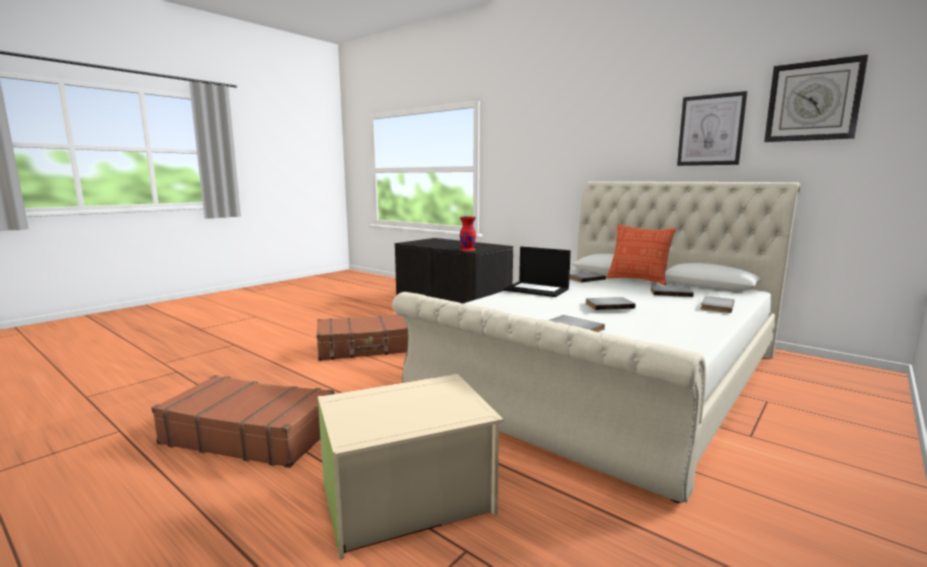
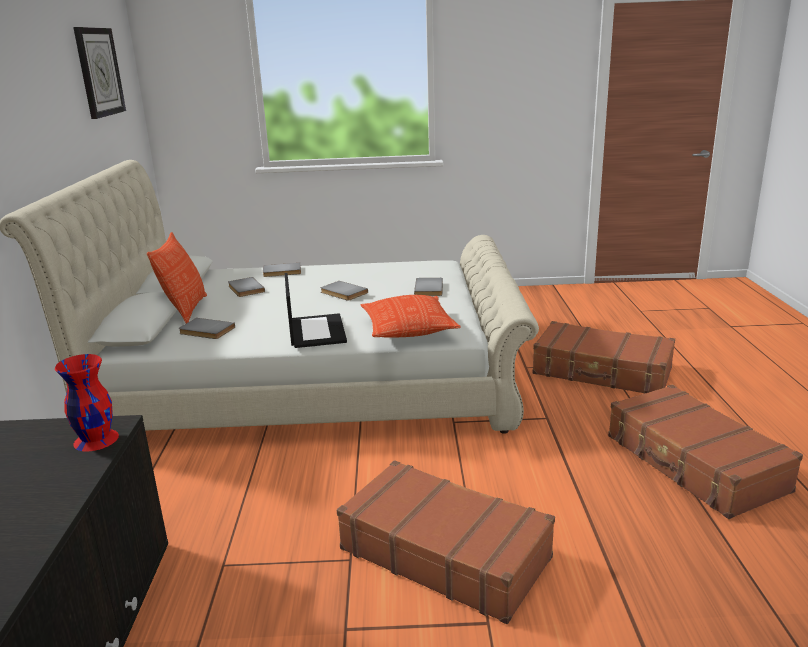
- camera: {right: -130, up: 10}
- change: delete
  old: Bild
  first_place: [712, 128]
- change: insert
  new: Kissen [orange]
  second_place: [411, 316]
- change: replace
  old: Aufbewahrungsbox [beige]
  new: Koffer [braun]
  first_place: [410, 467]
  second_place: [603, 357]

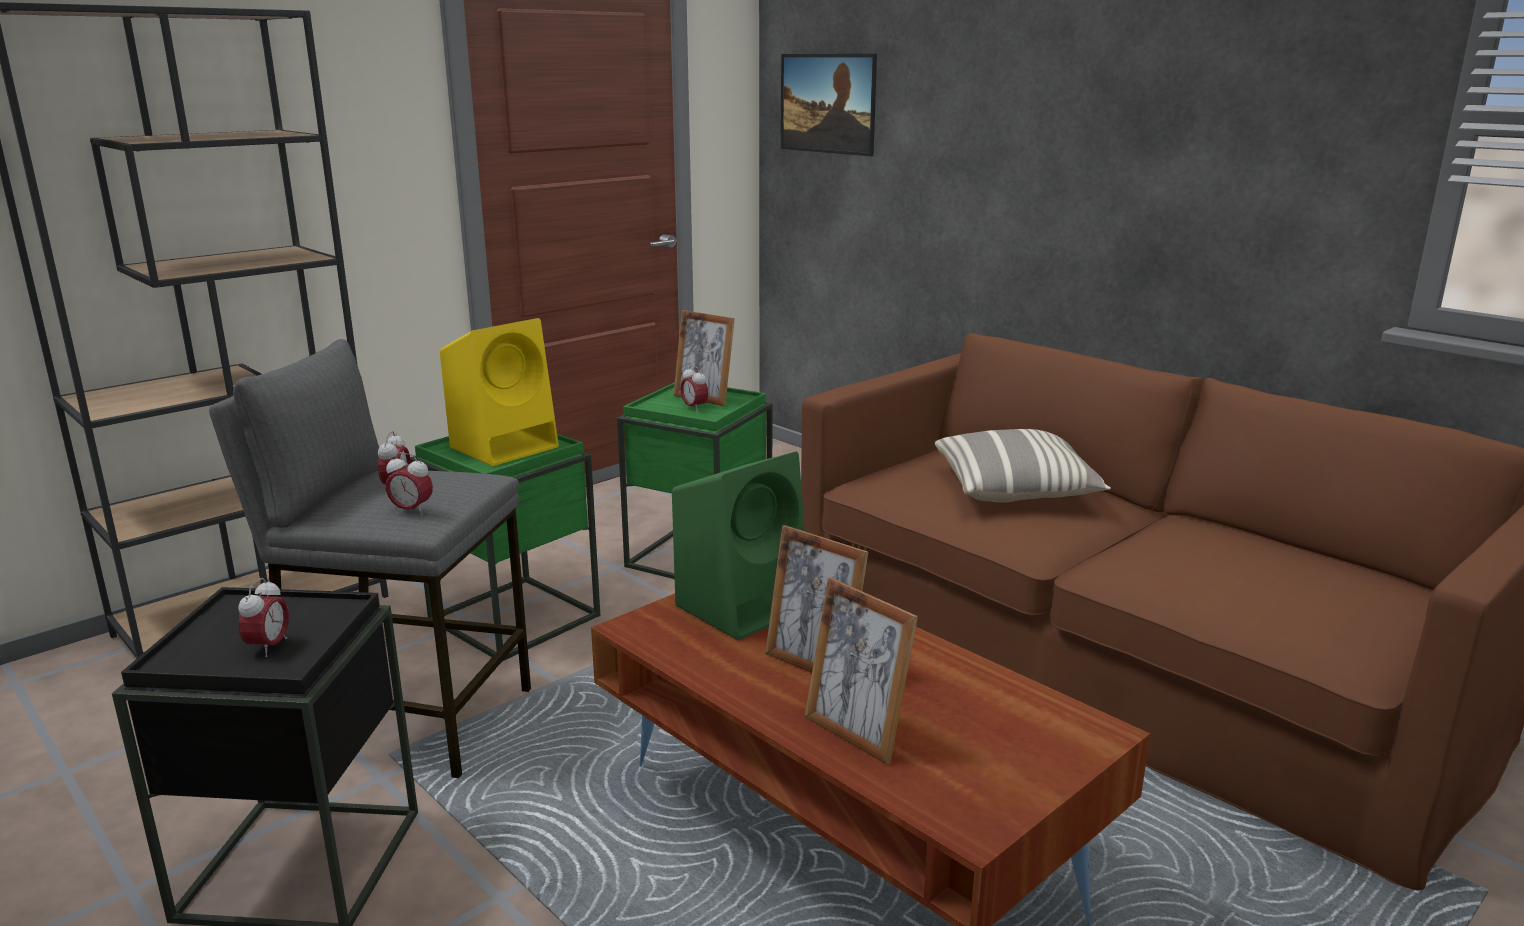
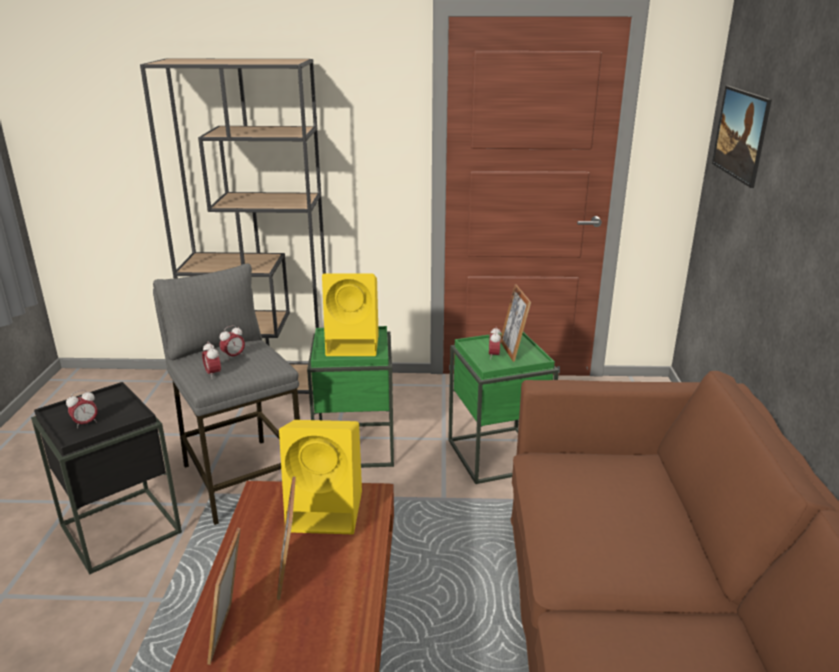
- camera: {right: 45, up: 5}
- change: delete
  old: Kissen
  first_place: [1023, 466]
- change: recolor
  old: Lautsprecher [grün]
  new: Lautsprecher [gelb]
  first_place: [738, 546]
  second_place: [320, 477]

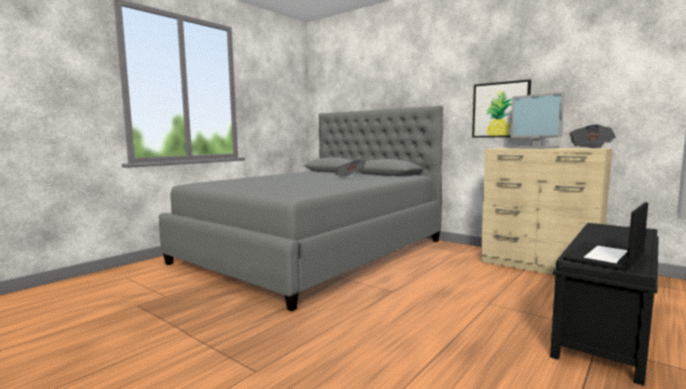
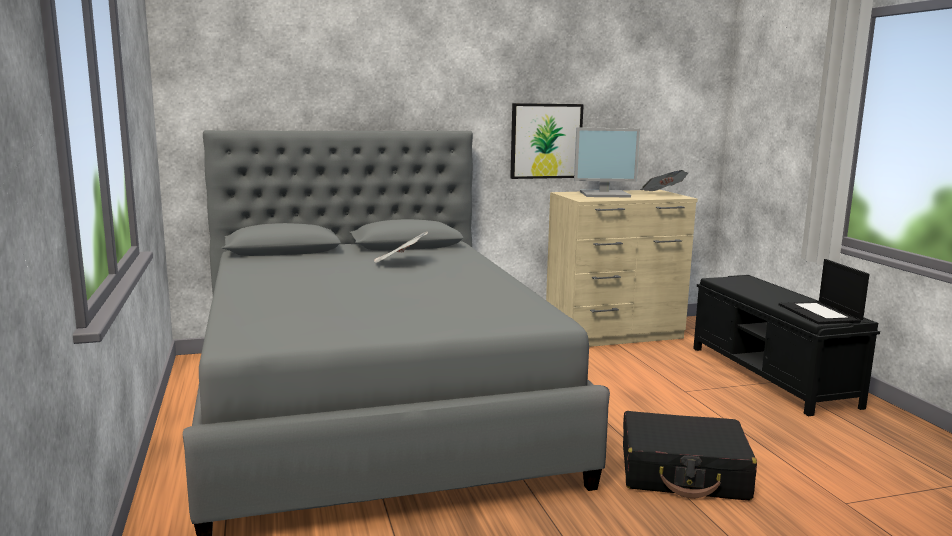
- camera: {right: -55, up: 5}
- change: insert
  new: Koffer [schwarz]
  second_place: [690, 455]

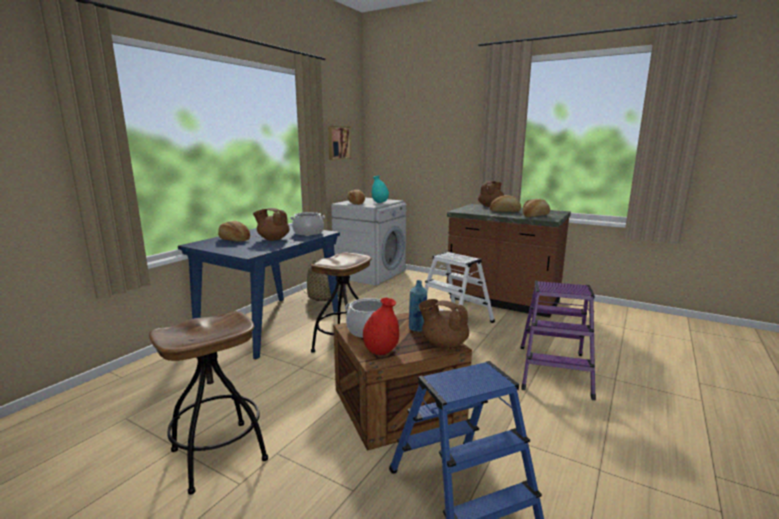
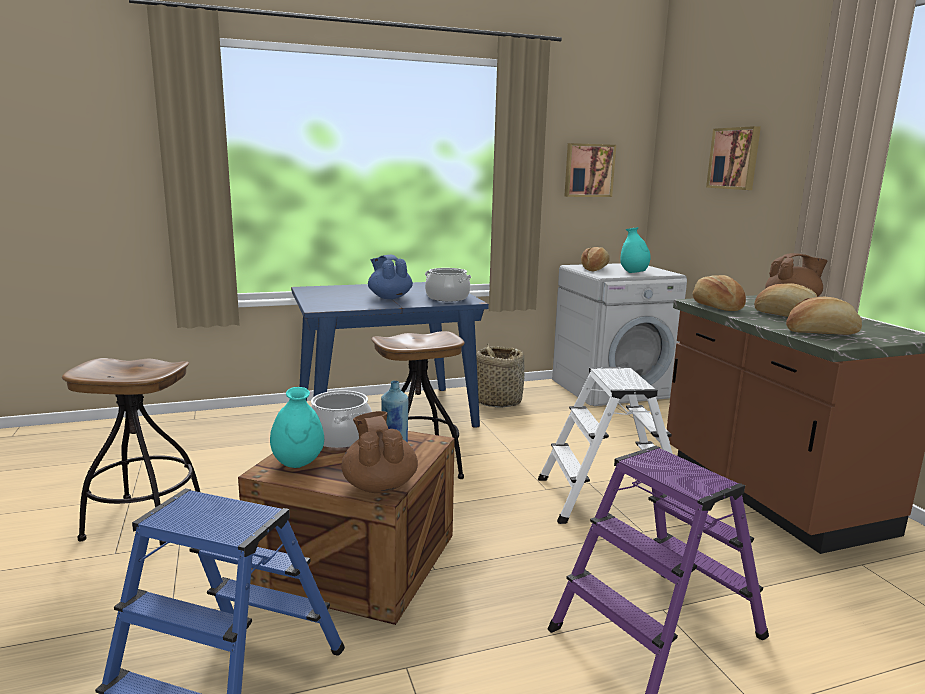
- camera: {right: 40, up: 0}
- change: insert
  new: Bild
  second_place: [733, 158]
- change: move
  old: Brot
  first_place: [234, 231]
  second_place: [719, 293]
- change: recolor
  old: Teekanne [braun]
  new: Teekanne [blau]
  first_place: [271, 224]
  second_place: [390, 277]
- change: recolor
  old: Vase [rot]
  new: Vase [türkis]
  first_place: [381, 326]
  second_place: [297, 427]

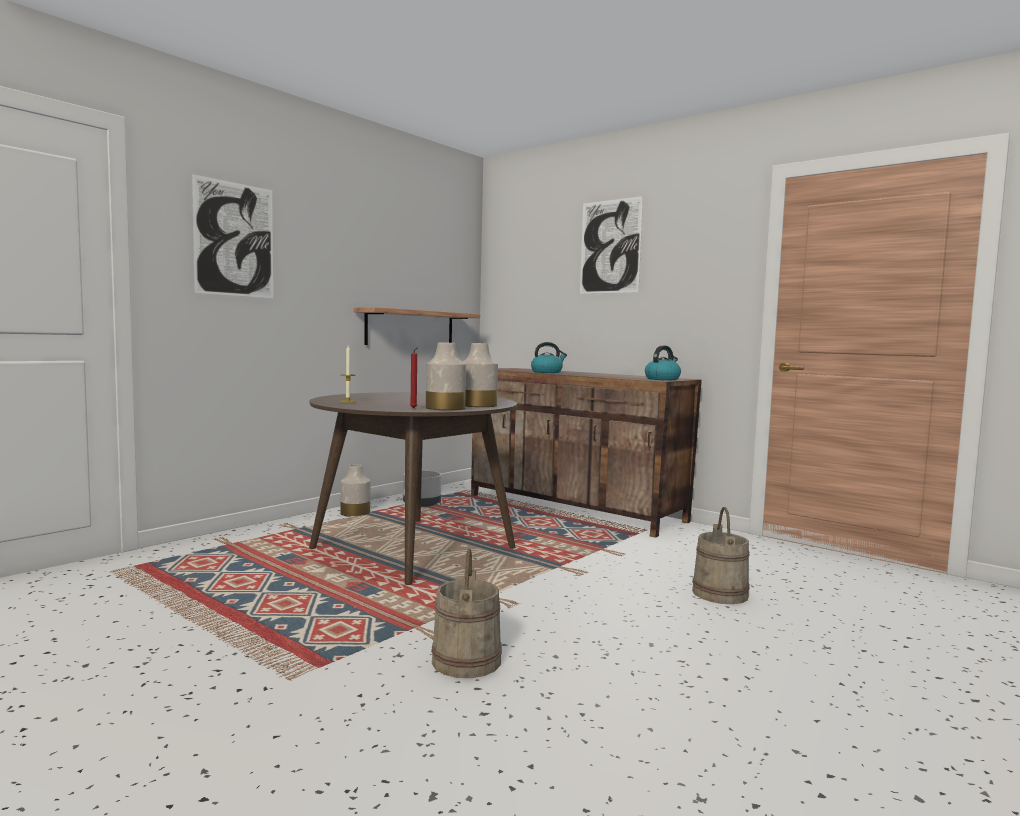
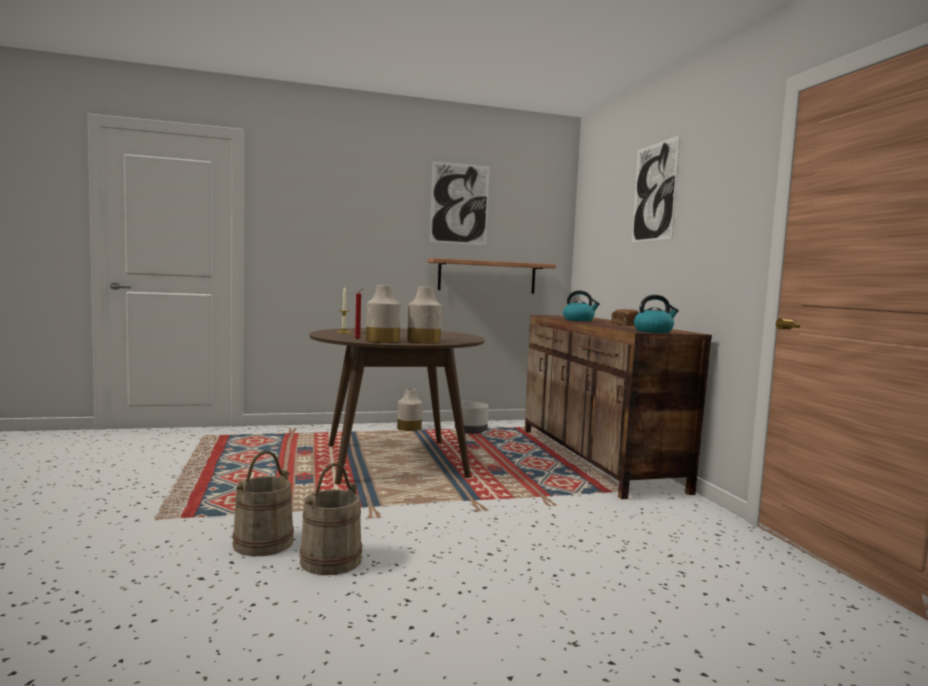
- camera: {right: 35, up: 0}
- change: insert
  new: Brot
  second_place: [625, 317]
- change: move
  old: Bild
  first_place: [232, 236]
  second_place: [460, 203]
- change: move
  old: Eimer [beige]
  first_place: [721, 555]
  second_place: [330, 519]

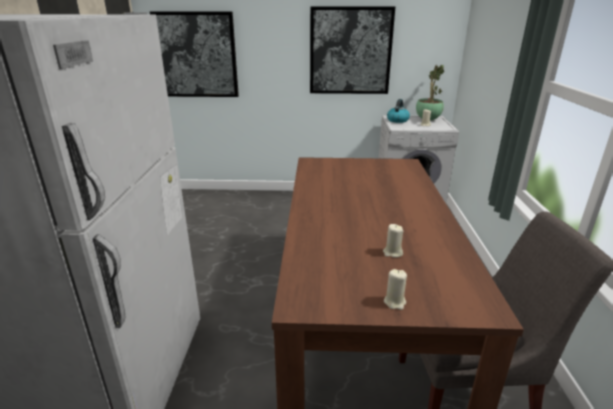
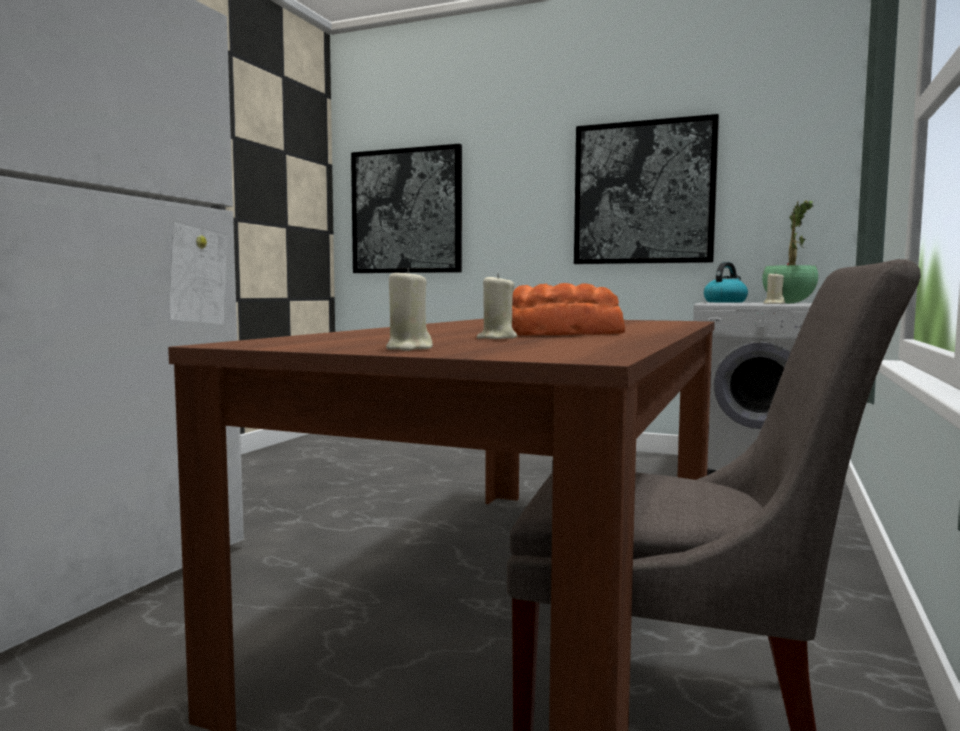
- camera: {right: 20, up: -20}
- change: insert
  new: Brot
  second_place: [568, 309]

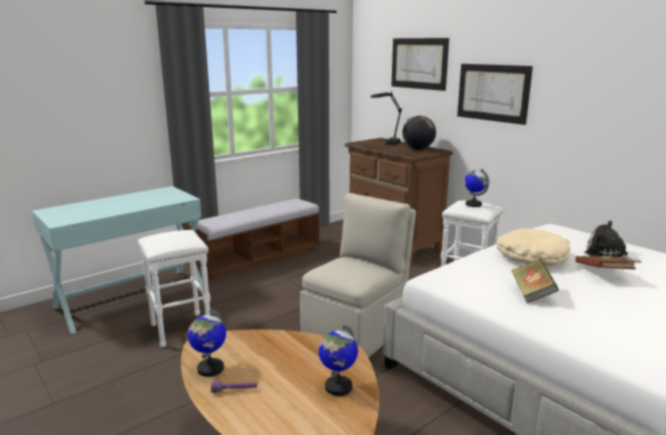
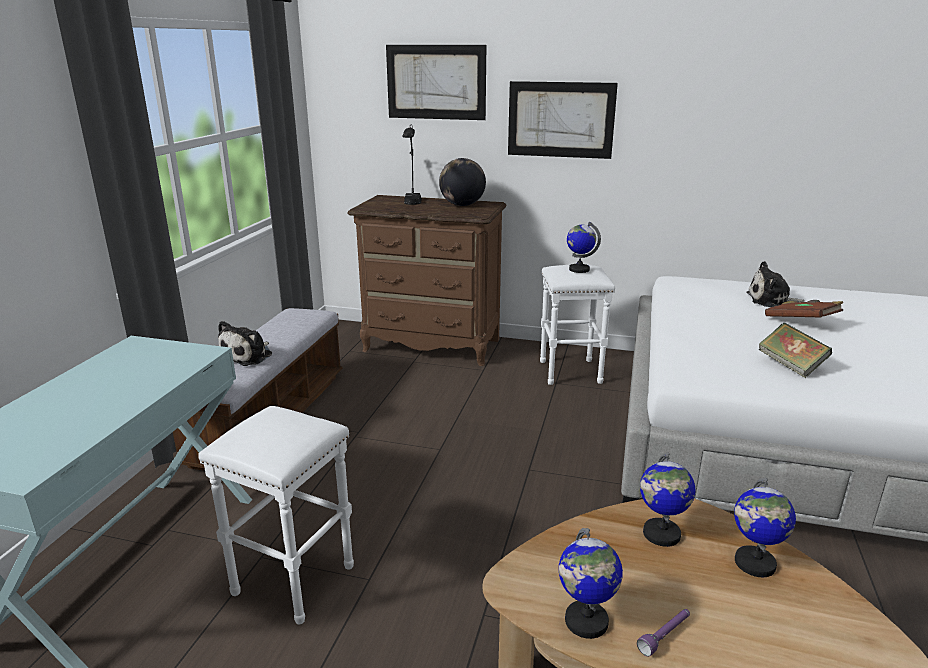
- camera: {right: -35, up: 5}
- change: delete
  old: Stuhl [beige]
  first_place: [358, 275]
- change: delete
  old: Kissen [beige]
  first_place: [533, 247]
- change: insert
  new: Plüschtier
  second_place: [245, 343]
- change: insert
  new: Globus
  second_place: [668, 499]

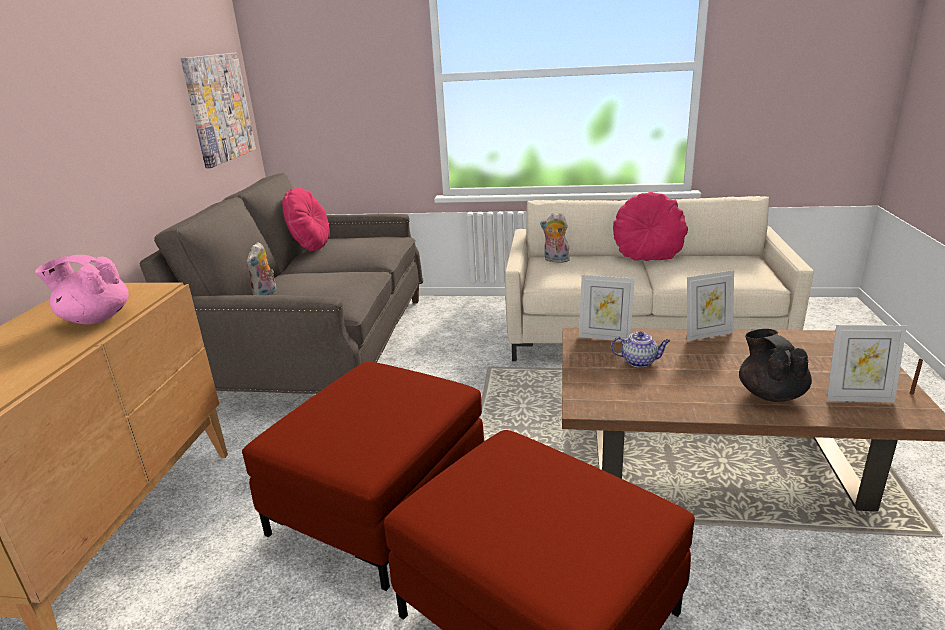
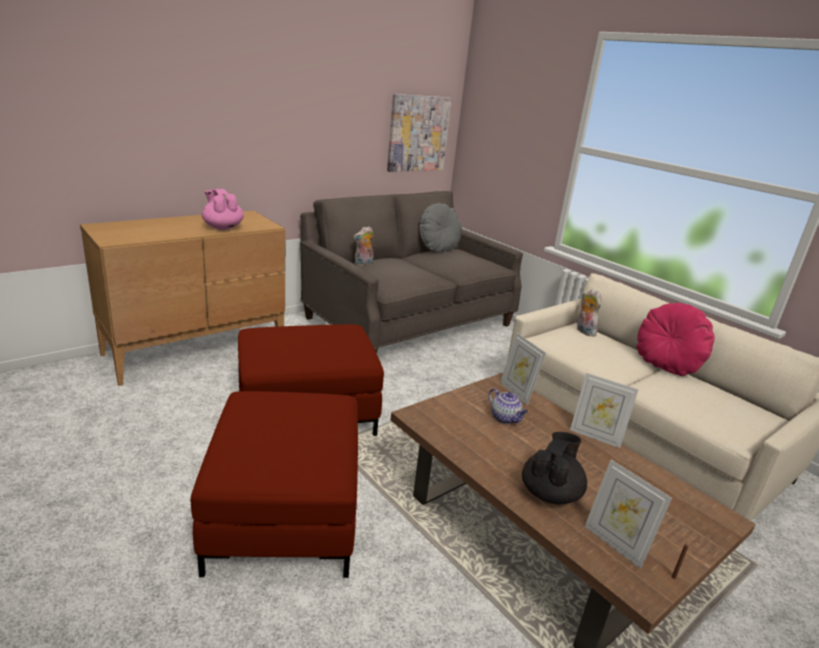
- camera: {right: 40, up: 0}
- change: recolor
  old: Kissen [rosa]
  new: Kissen [grau]
  first_place: [306, 220]
  second_place: [440, 228]

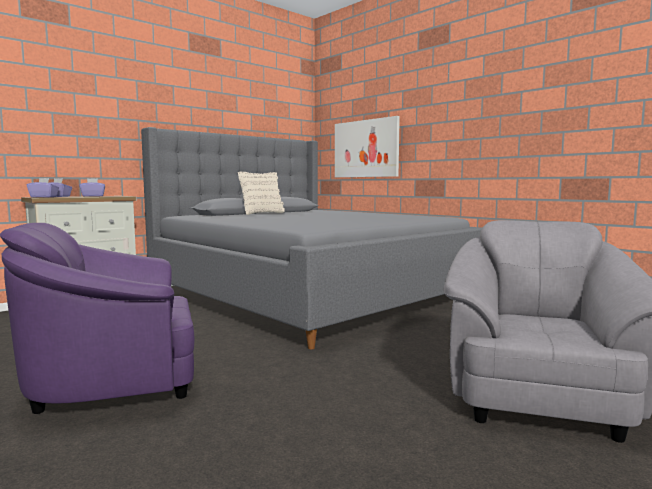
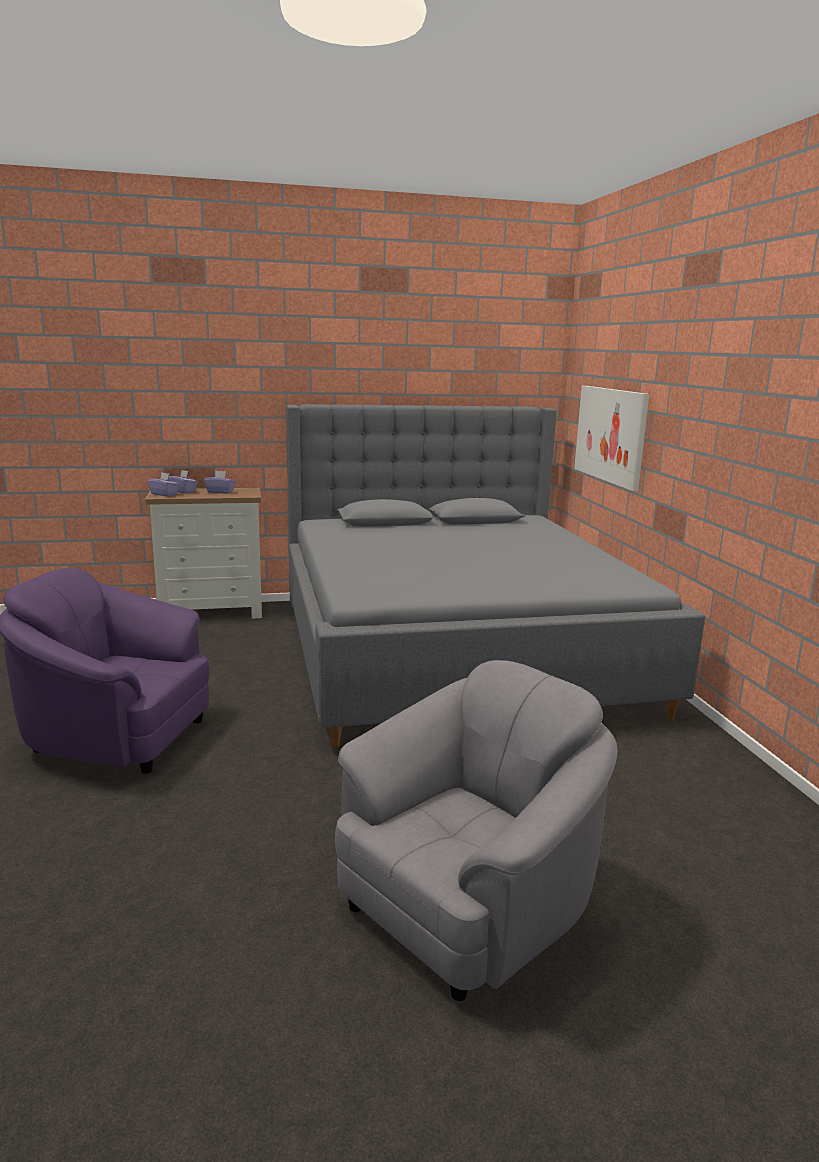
- camera: {right: 30, up: 10}
- change: delete
  old: Kissen [beige]
  first_place: [261, 193]

